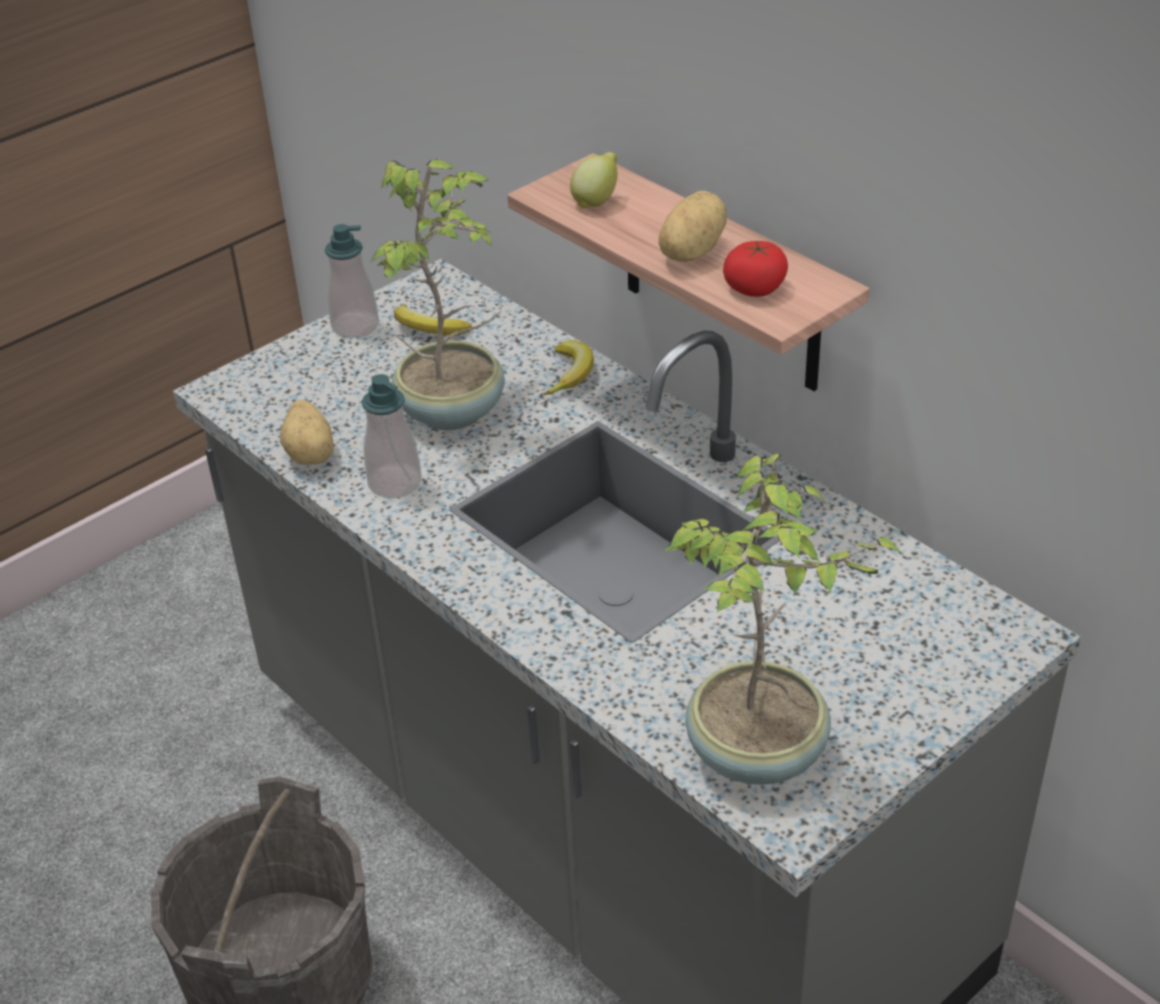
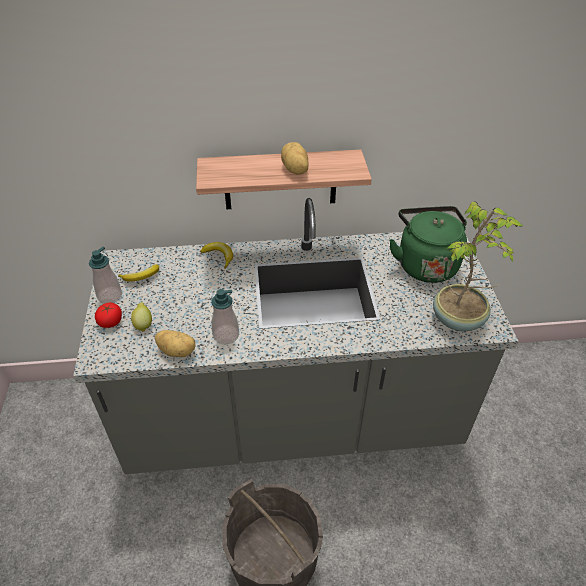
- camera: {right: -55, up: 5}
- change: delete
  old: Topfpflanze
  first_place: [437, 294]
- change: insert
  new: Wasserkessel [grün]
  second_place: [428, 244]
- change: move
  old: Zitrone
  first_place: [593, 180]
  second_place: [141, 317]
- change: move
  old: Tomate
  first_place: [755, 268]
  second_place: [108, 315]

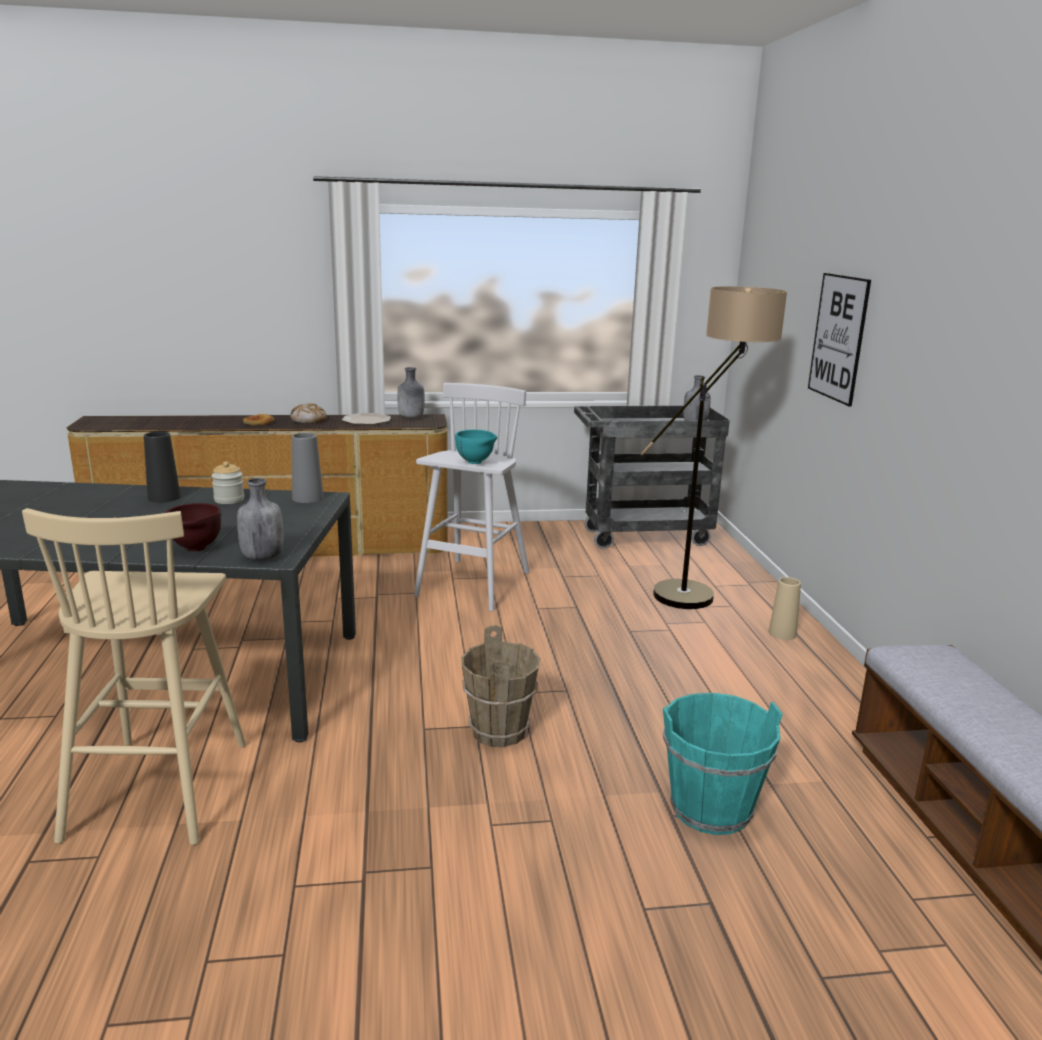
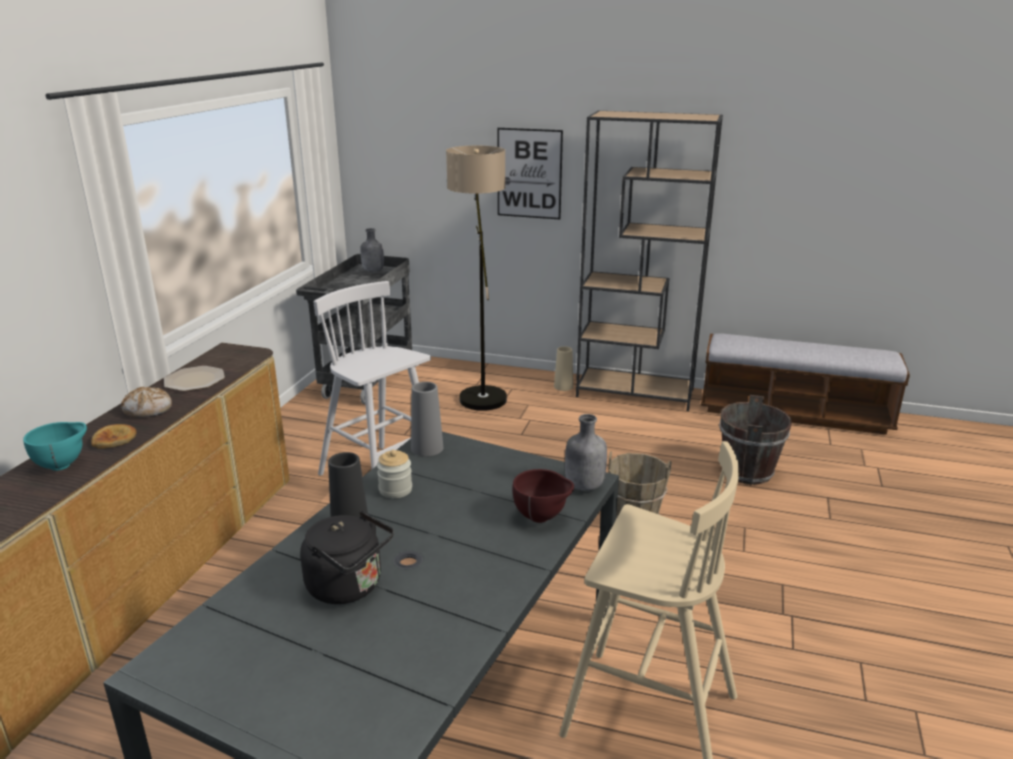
- camera: {right: -65, up: 5}
- change: delete
  old: Flasche [grau]
  first_place: [411, 393]
- change: insert
  new: Wasserkessel [schwarz]
  second_place: [347, 557]
- change: insert
  new: Bücherregal
  second_place: [649, 261]
- change: move
  old: Schüssel [türkis]
  first_place: [476, 447]
  second_place: [55, 446]
- change: recolor
  old: Eimer [türkis]
  new: Eimer [braun]
  first_place: [723, 764]
  second_place: [755, 440]

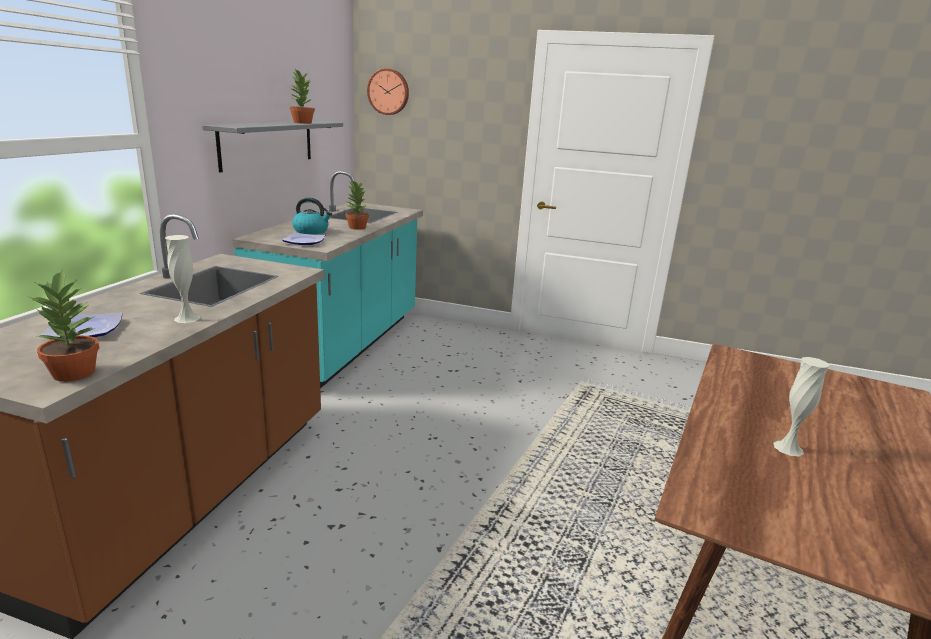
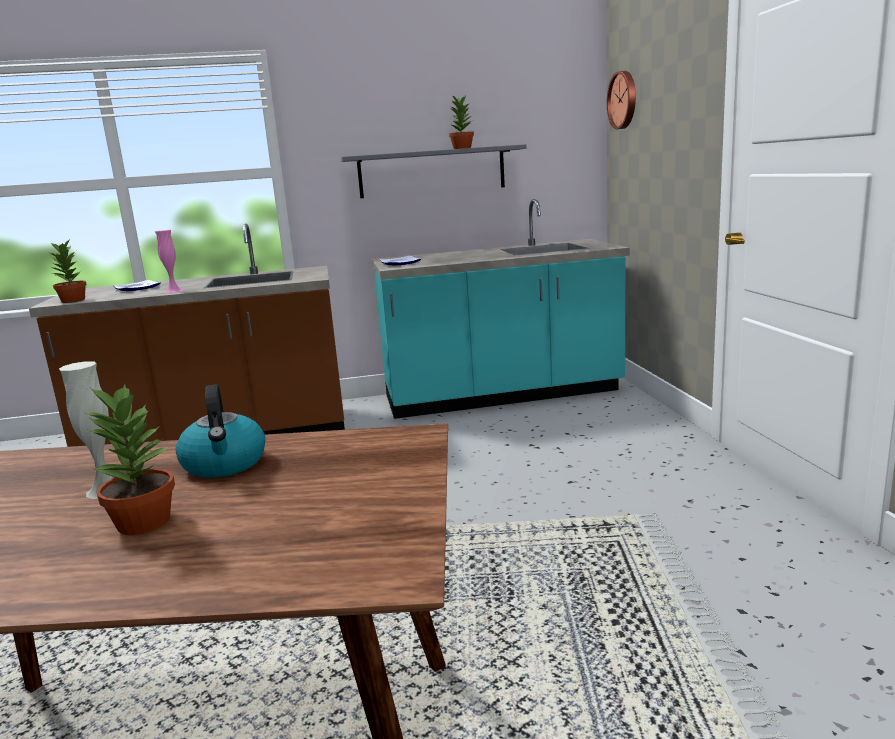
- camera: {right: 65, up: -5}
- change: move
  old: Wasserkessel
  first_place: [312, 216]
  second_place: [221, 431]
- change: move
  old: Topfpflanze
  first_place: [357, 205]
  second_place: [130, 459]
- change: recolor
  old: Vase [weiß]
  new: Vase [rosa]
  first_place: [182, 279]
  second_place: [168, 261]

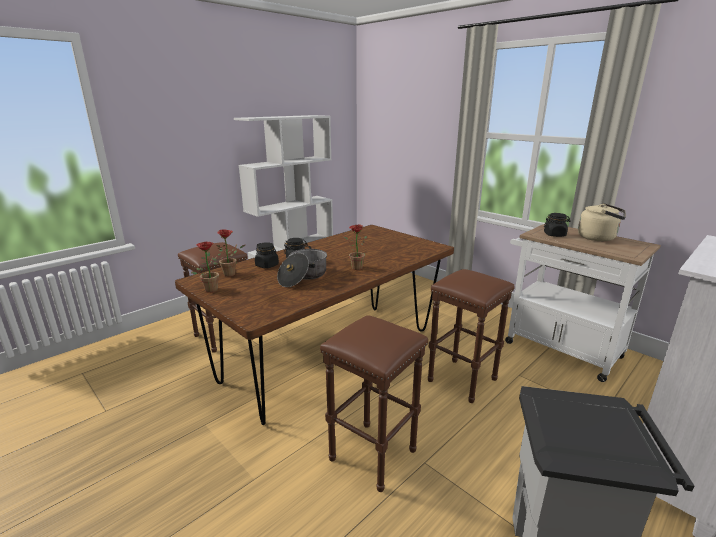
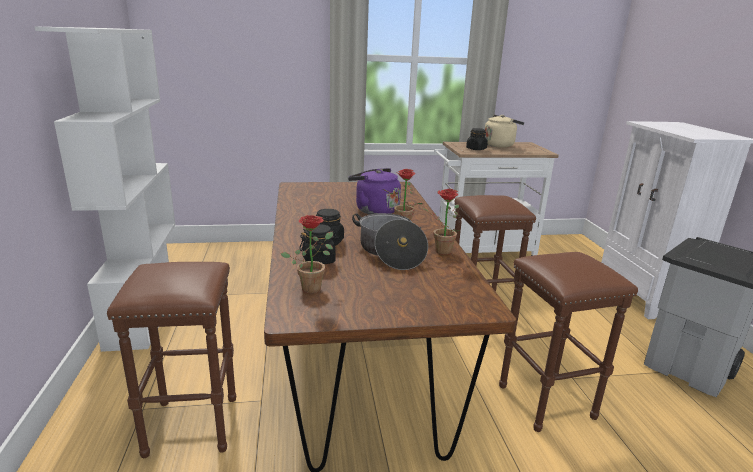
- camera: {right: -55, up: 0}
- change: insert
  new: Wasserkessel [lila]
  second_place: [374, 191]
- change: move
  old: Topfpflanze
  first_place: [205, 267]
  second_place: [440, 222]

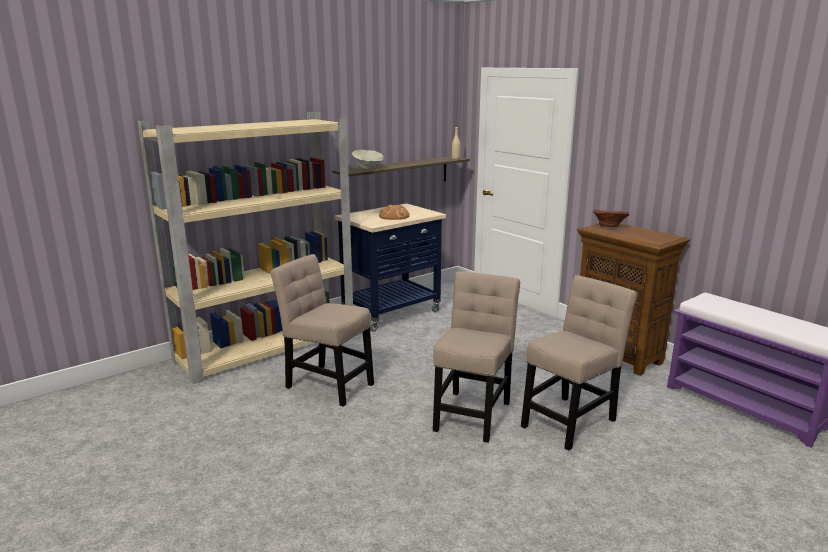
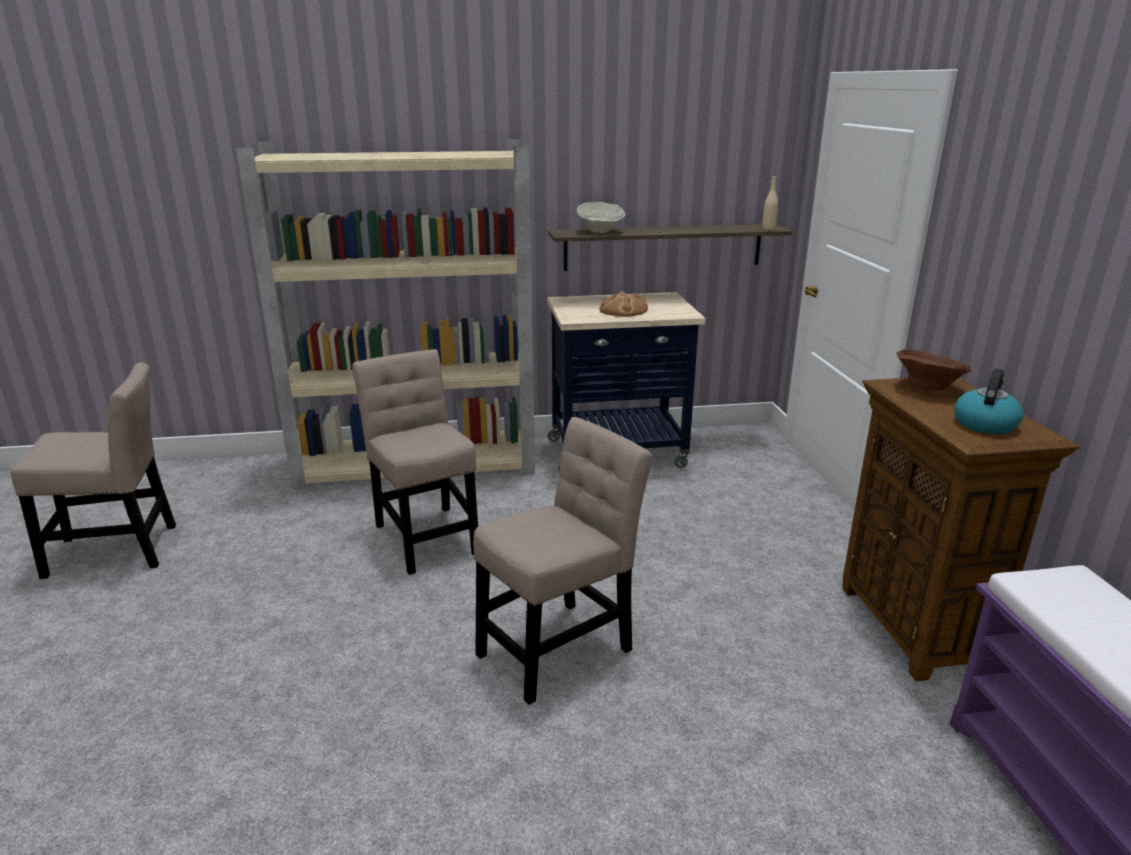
- camera: {right: 30, up: 5}
- change: insert
  new: Wasserkessel
  second_place: [988, 401]
- change: move
  old: Stuhl [beige]
  first_place: [579, 362]
  second_place: [93, 470]

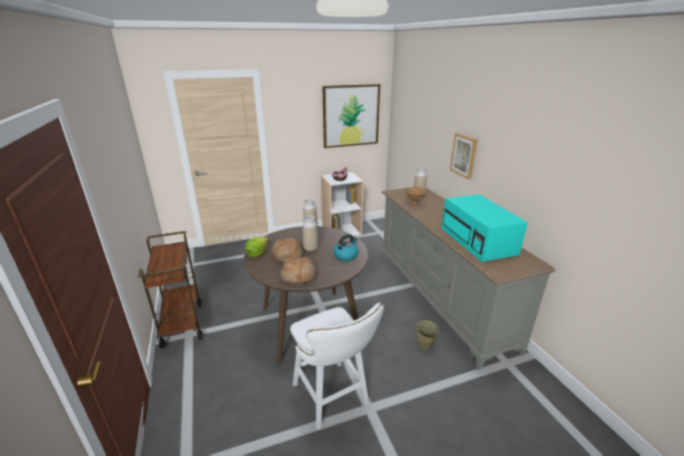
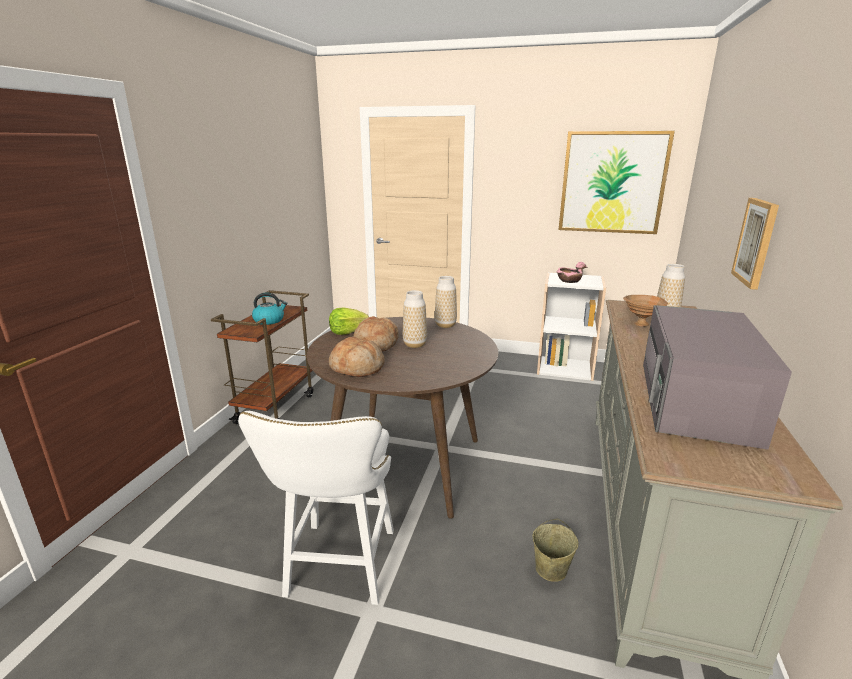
- camera: {right: 35, up: -5}
- change: move
  old: Wasserkessel
  first_place: [345, 247]
  second_place: [270, 309]
- change: recolor
  old: Mikrowelle [türkis]
  new: Mikrowelle [grau]
  first_place: [484, 228]
  second_place: [717, 377]

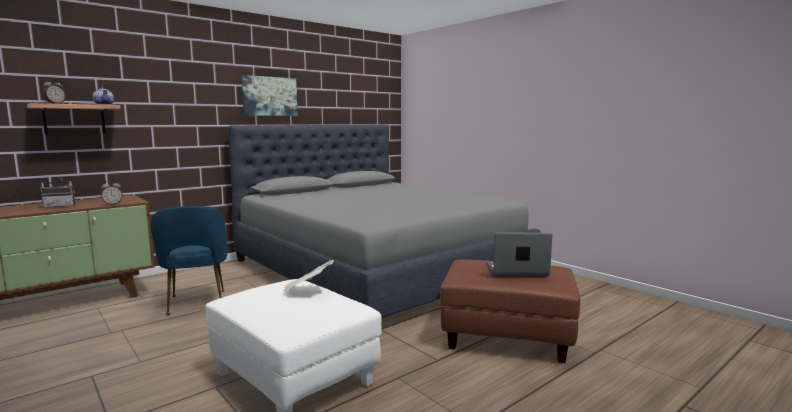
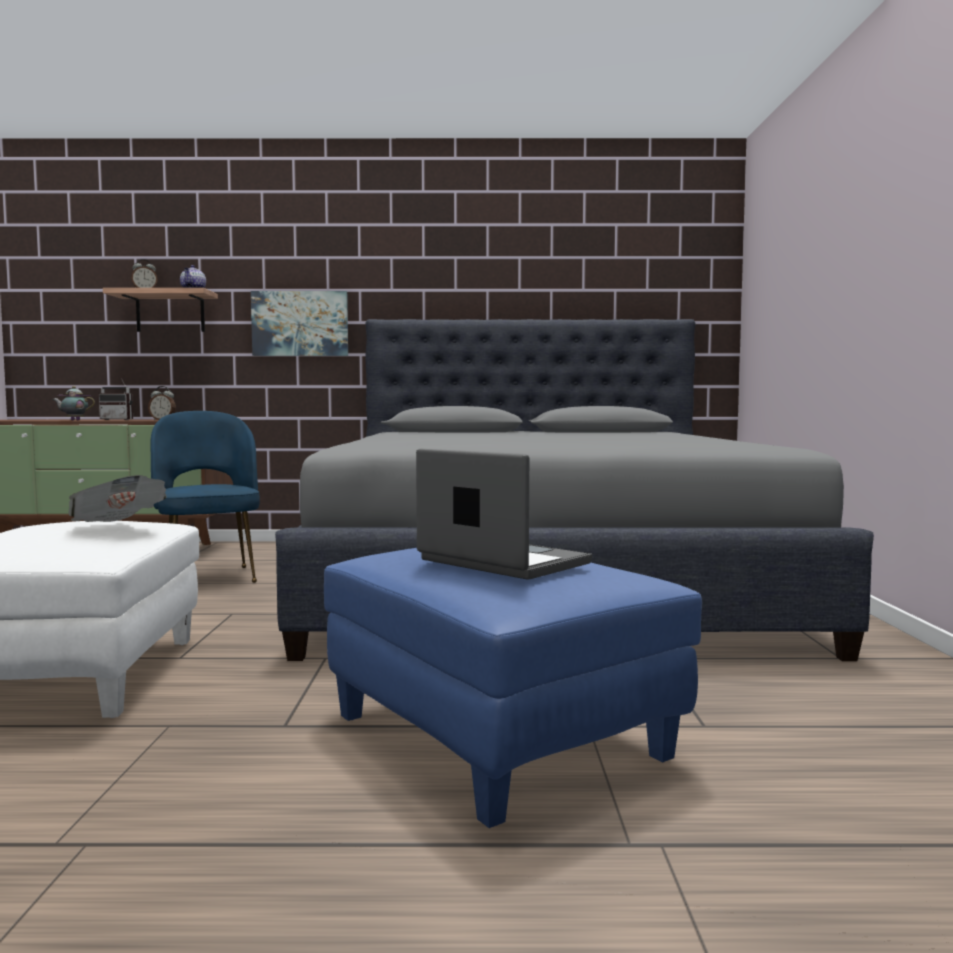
- camera: {right: 40, up: -5}
- change: insert
  new: Teekanne
  second_place: [73, 403]
- change: move
  old: Bild
  first_place: [269, 95]
  second_place: [299, 323]
- change: recolor
  old: Polsterhocker [braun]
  new: Polsterhocker [blau]
  first_place: [510, 311]
  second_place: [513, 688]
- change: rotate
  old: Stuhl [blau]
  first_place: [188, 260]
  second_place: [205, 497]
  degrees: 135

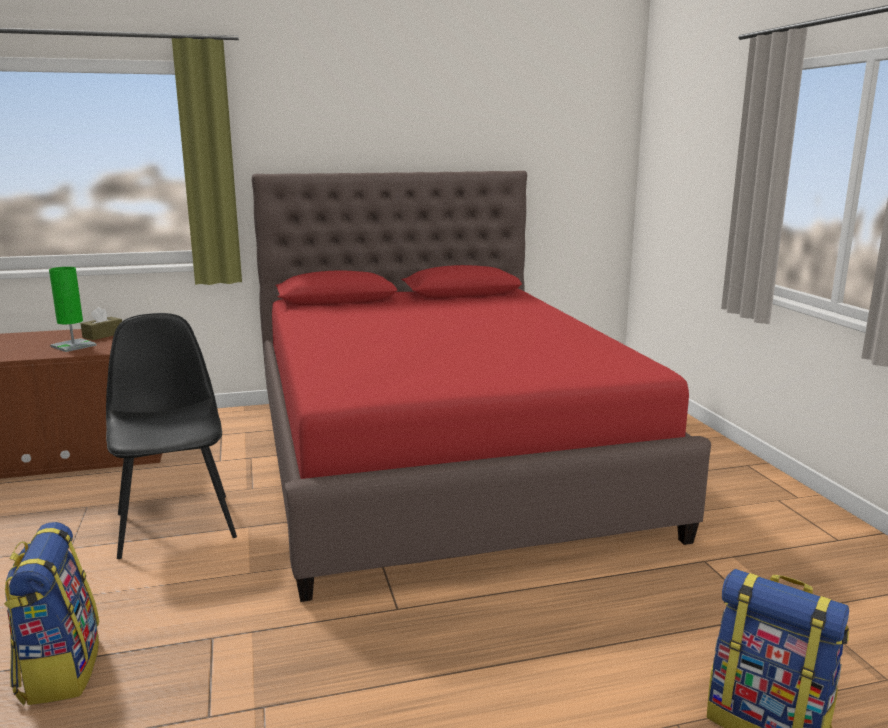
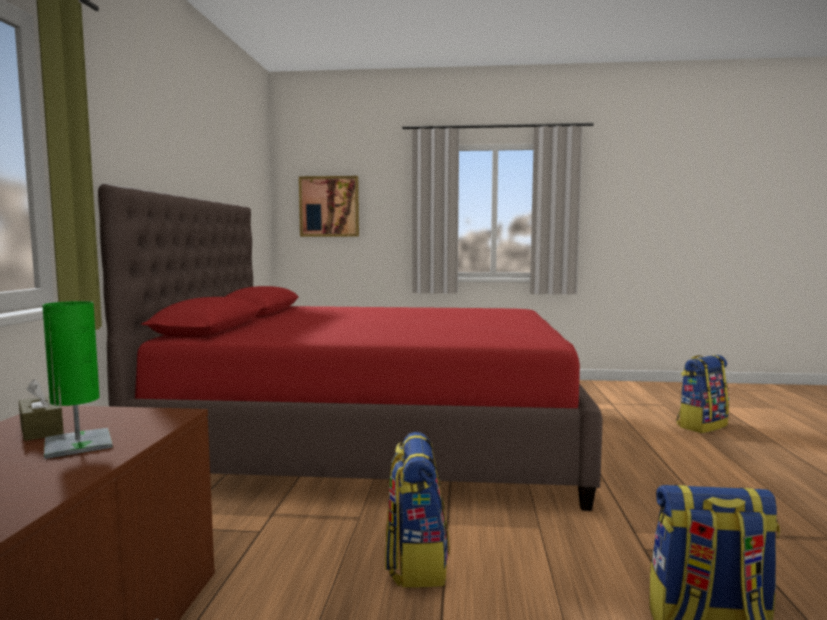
- camera: {right: -70, up: -10}
- change: insert
  new: Bild
  second_place: [329, 206]
- change: replace
  old: Stuhl [schwarz]
  new: Rucksack
  first_place: [171, 436]
  second_place: [417, 510]

